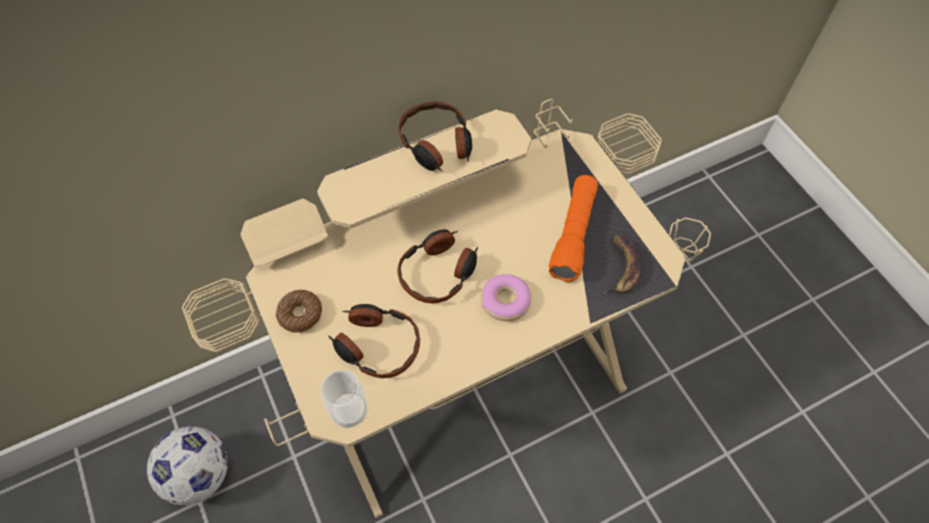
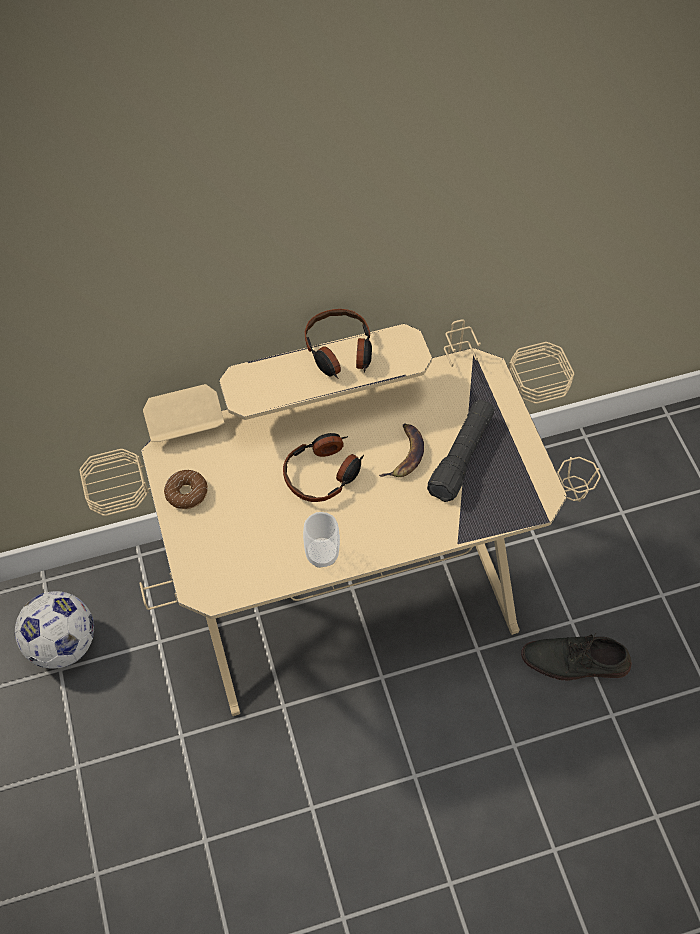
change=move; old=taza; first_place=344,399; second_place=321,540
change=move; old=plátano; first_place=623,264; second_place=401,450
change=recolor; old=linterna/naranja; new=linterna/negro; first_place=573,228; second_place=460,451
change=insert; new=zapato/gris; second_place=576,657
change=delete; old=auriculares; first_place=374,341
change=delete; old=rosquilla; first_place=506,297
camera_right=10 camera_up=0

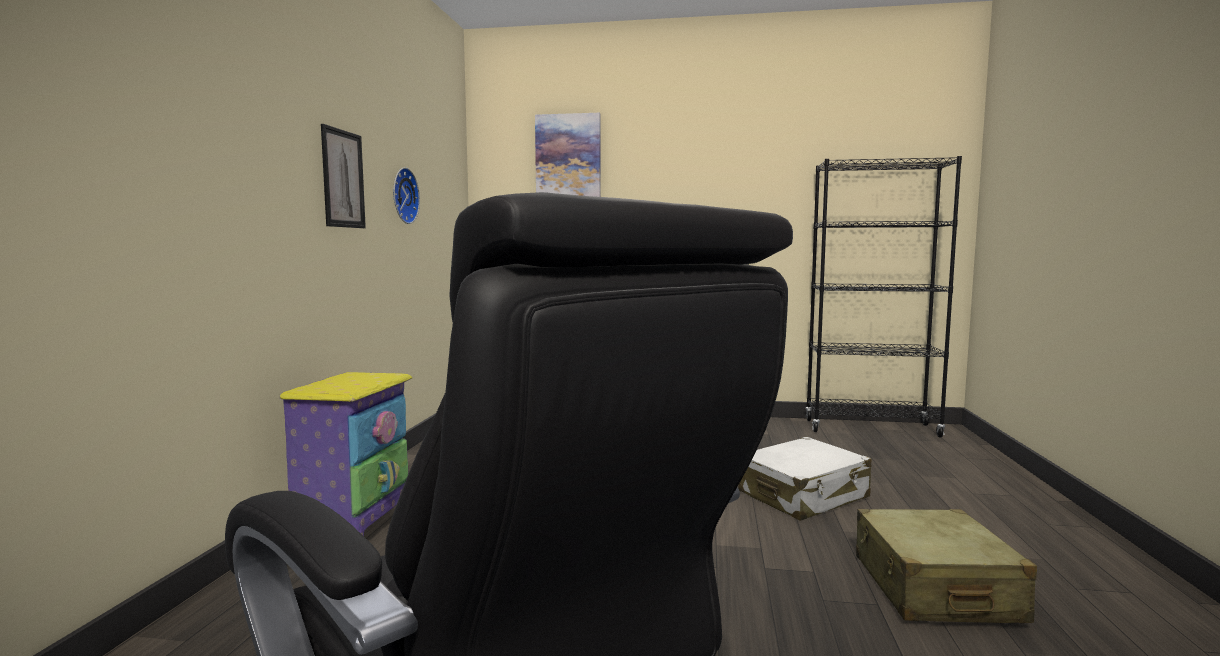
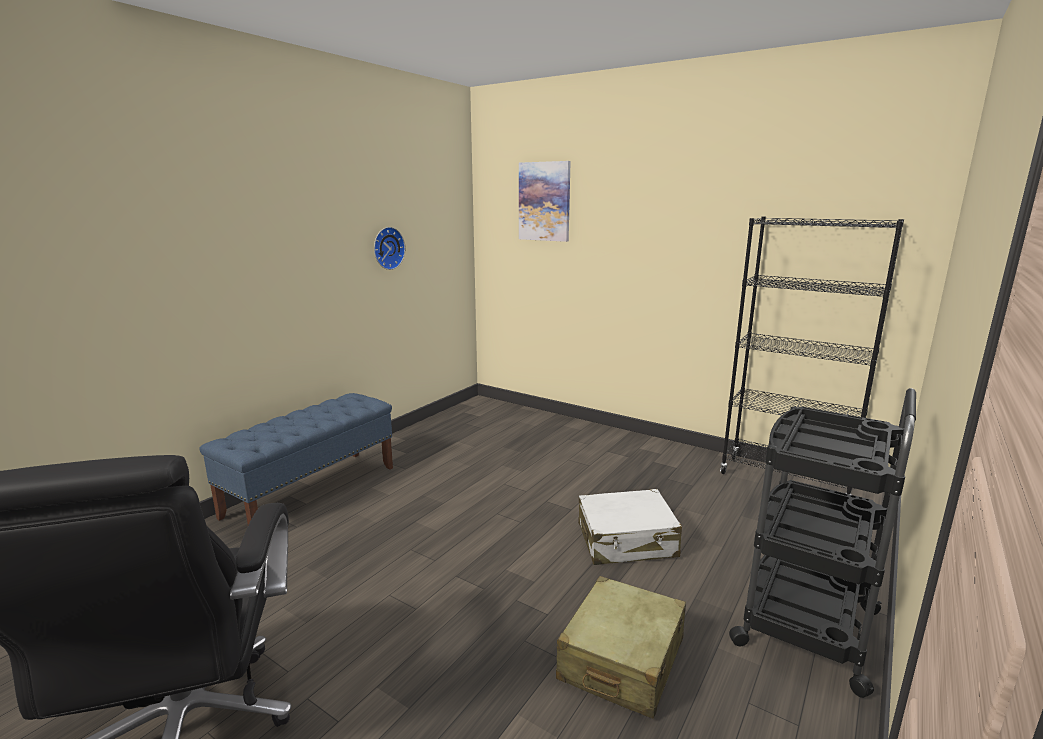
change=replace; old=mesita de noche; new=banco/azul; first_place=346,454; second_place=296,459
change=insert; new=carrito/negro; second_place=822,543
change=delete; old=cuadro; first_place=343,176
camera_right=25 camera_up=10

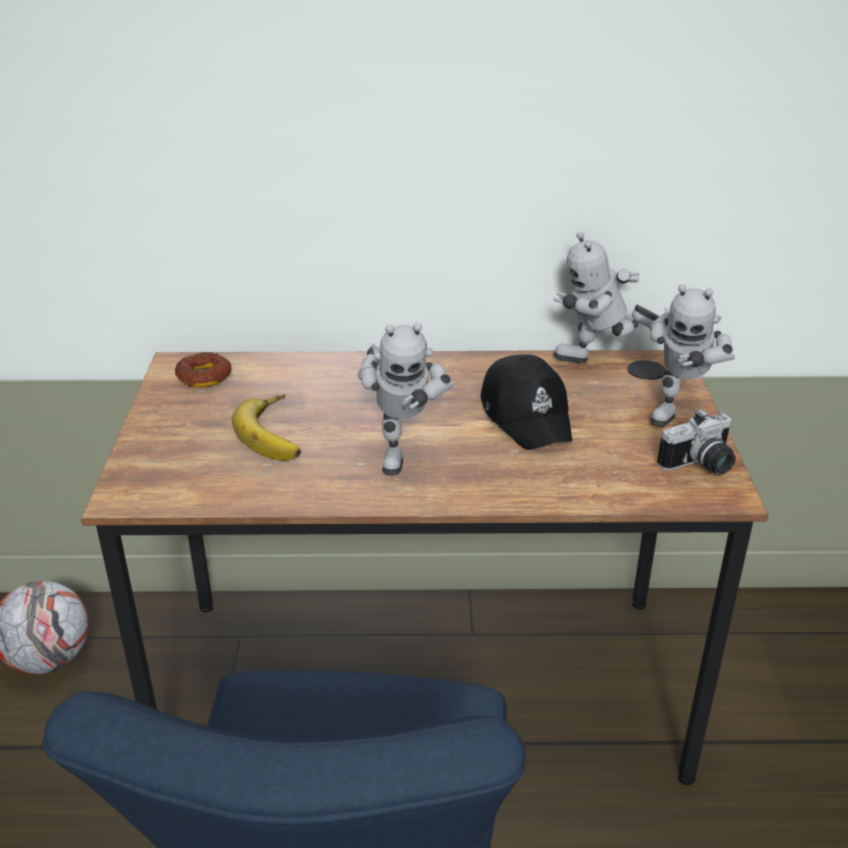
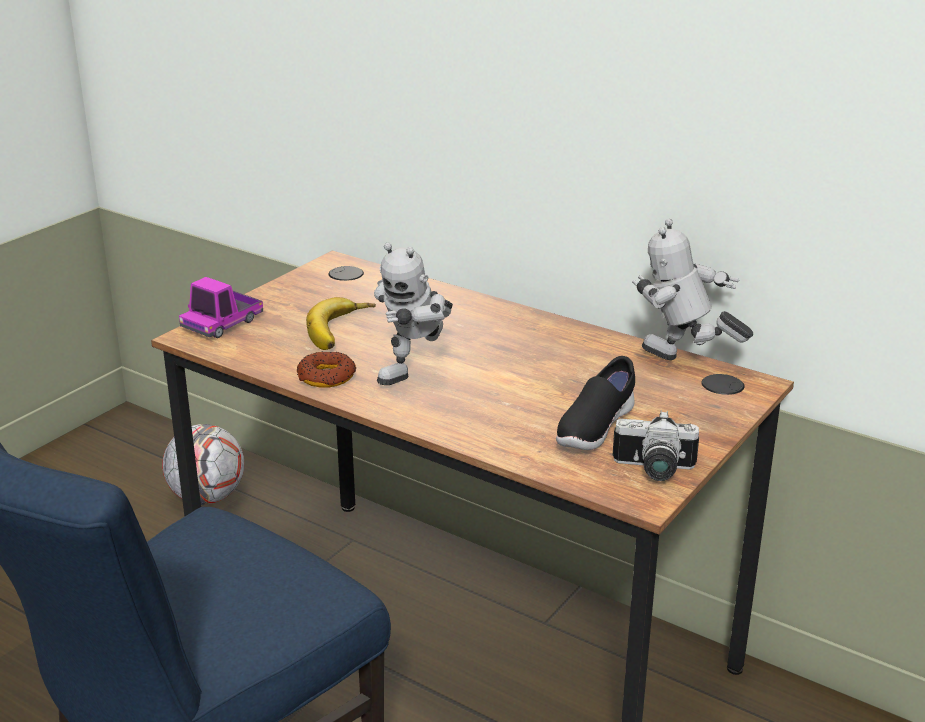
change=insert; new=camión de juguete; second_place=221,307
change=move; old=rosquilla; first_place=203,370; second_place=326,370
change=insert; new=zapato/negro; second_place=595,403
change=delete; old=gorra/negro; first_place=526,402
change=delete; old=robot de juguete; first_place=692,355
camera_right=35 camera_up=-5

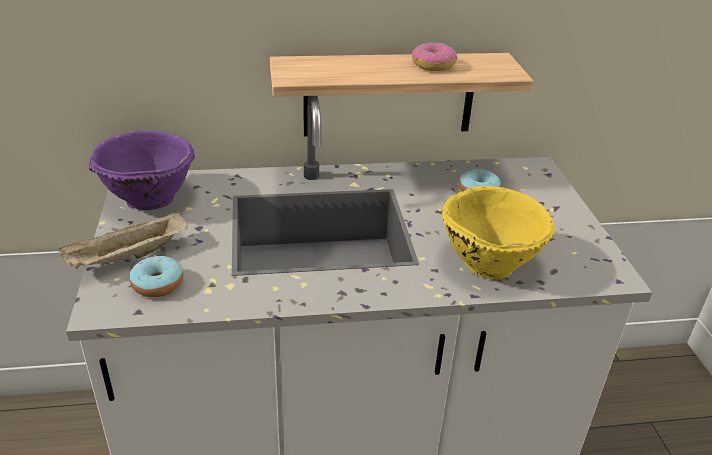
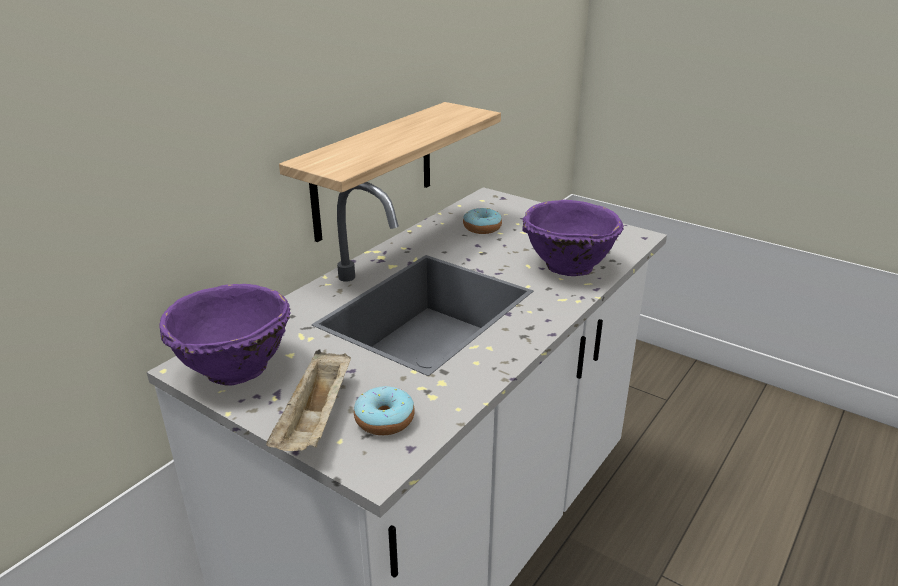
change=recolor; old=cuenco/amarillo; new=cuenco/morado; first_place=498,233; second_place=573,238
change=delete; old=rosquilla; first_place=434,56
camera_right=-45 camera_up=-5

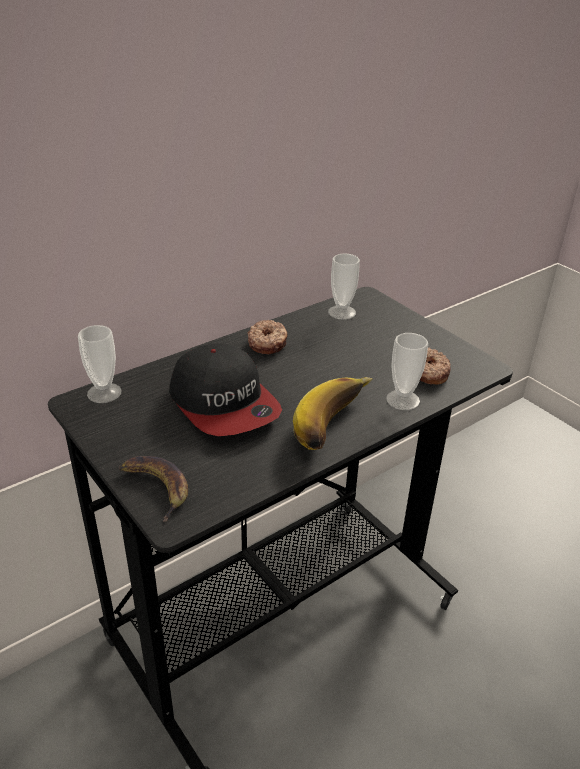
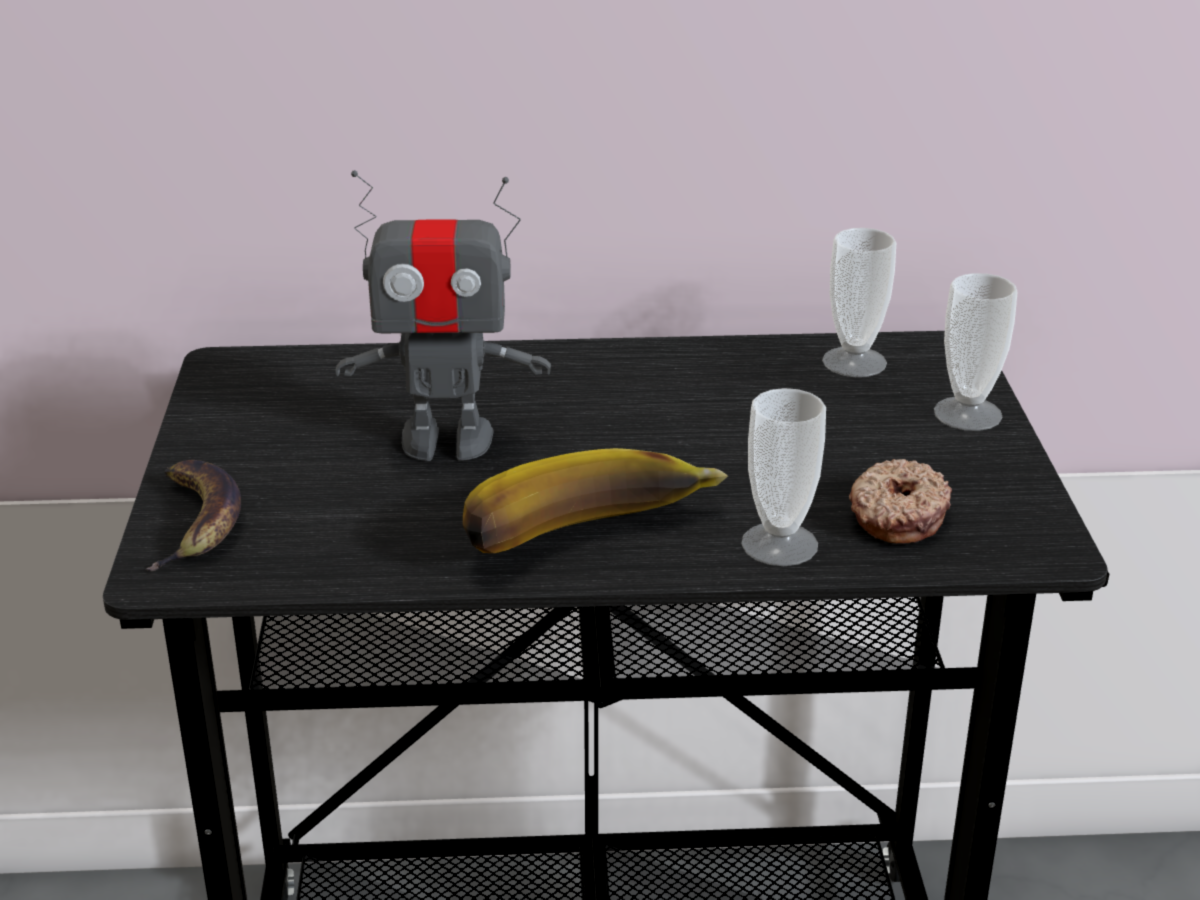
change=replace; old=gorra; new=robot de juguete; first_place=225,389; second_place=443,315
change=move; old=taza; first_place=100,364; second_place=976,352
change=delete; old=rosquilla; first_place=267,337
camera_right=35 camera_up=-5

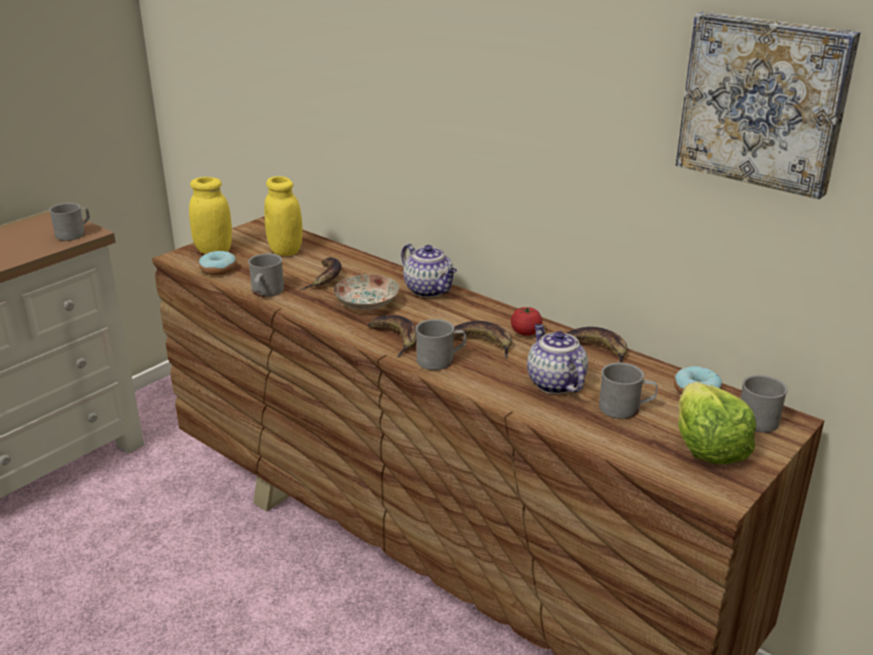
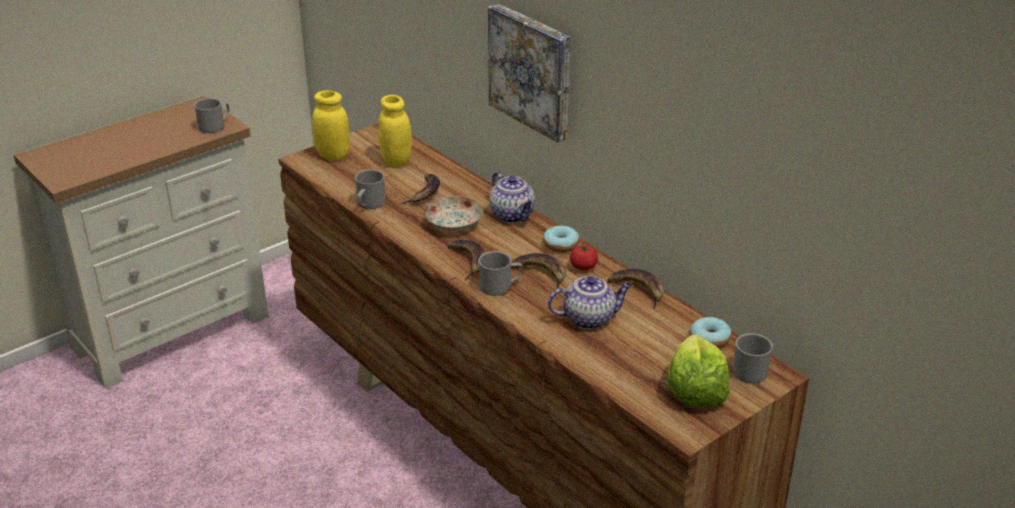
change=move; old=cuadro; first_place=768,105; second_place=529,73
change=move; old=rosquilla; first_place=218,262; second_place=561,238
change=rotate; old=tetera; first_place=557,359; second_place=590,302; degrees=90
change=delete; old=taza grande/gris; first_place=628,391
camera_right=10 camera_up=5

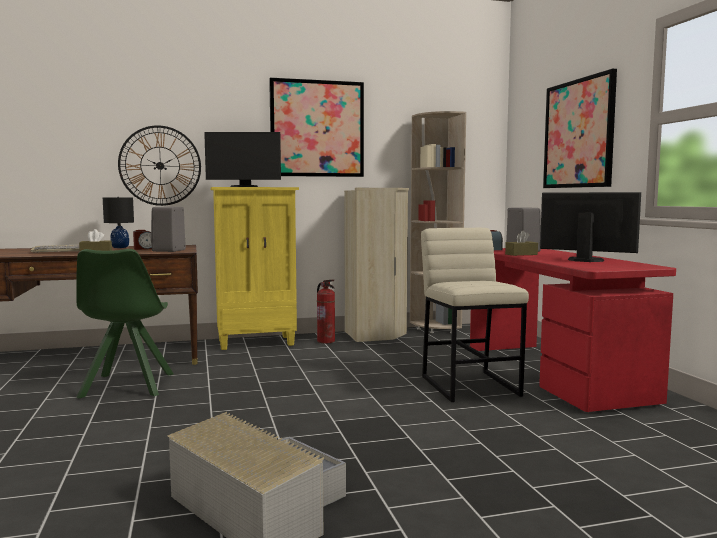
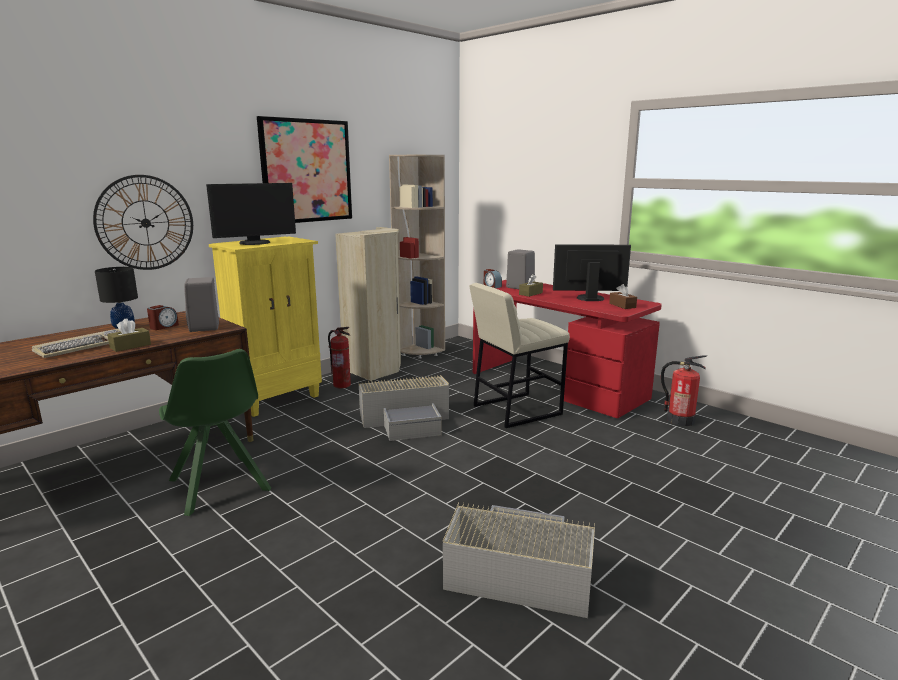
change=insert; new=caja de almacenaje/gris; second_place=404,408
change=rotate; old=silla/beis; first_place=475,315; second_place=520,355; degrees=-75
change=insert; new=caja de pañuelos/marrón; second_place=623,296
change=insert; new=extintor; second_place=684,390
change=delete; old=cuadro; first_place=580,128
camera_right=-30 camera_up=10

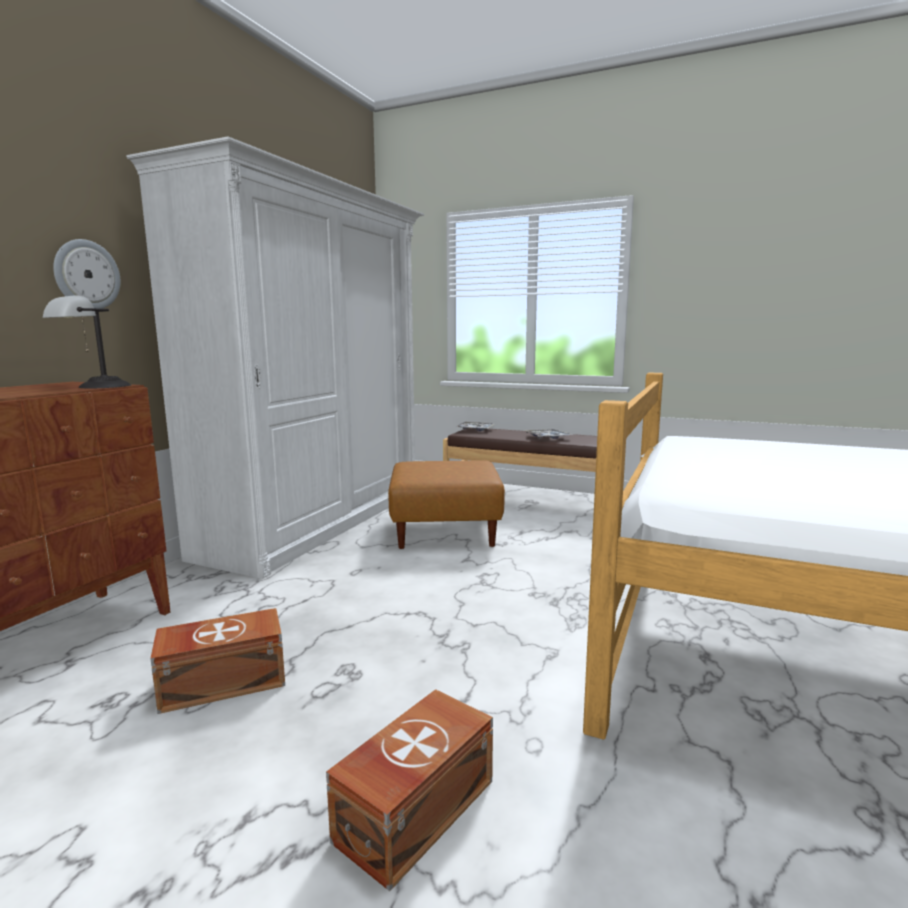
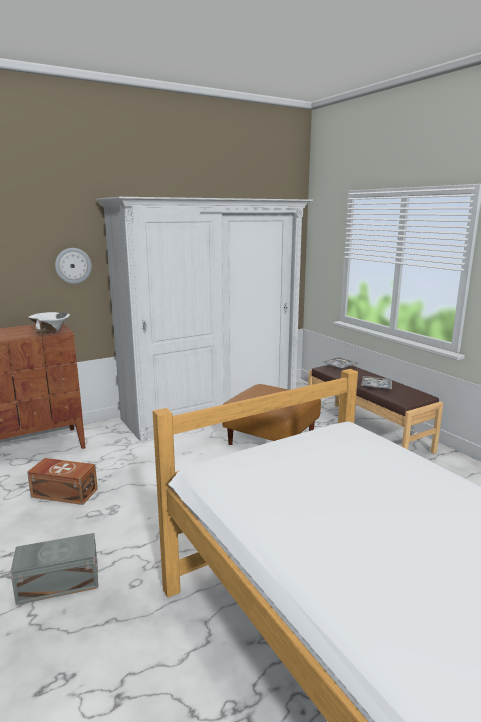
change=recolor; old=caja de almacenaje/marrón; new=caja de almacenaje/gris; first_place=409,790; second_place=54,569
change=replace; old=lámpara de mesa; new=cuenco/blanco; first_place=87,341; second_place=49,323
camera_right=35 camera_up=5

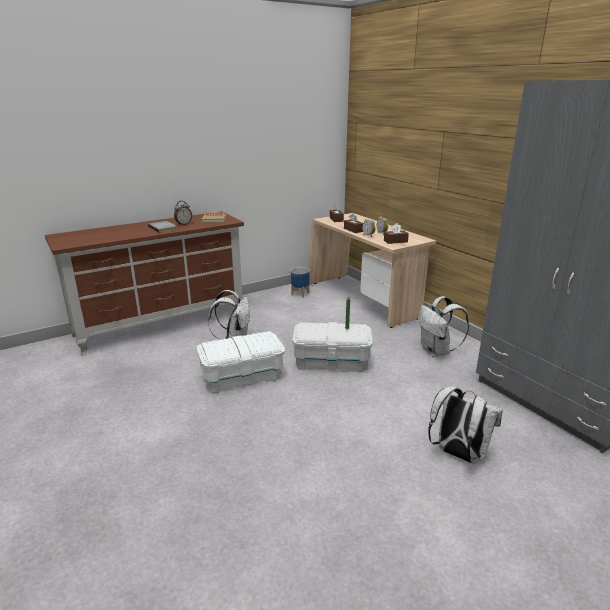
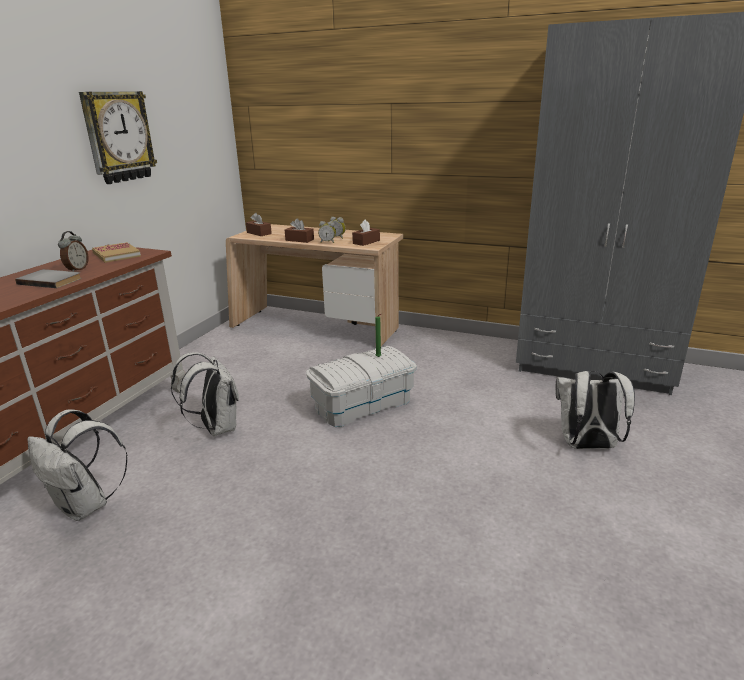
change=move; old=mochila/blanco; first_place=443,326; second_place=77,465
change=insert; new=reloj de pared; second_place=118,137
change=delete; old=caja de almacenaje/blanco; first_place=240,362
change=delete; old=maceta; first_place=300,282
camera_right=-35 camera_up=0

